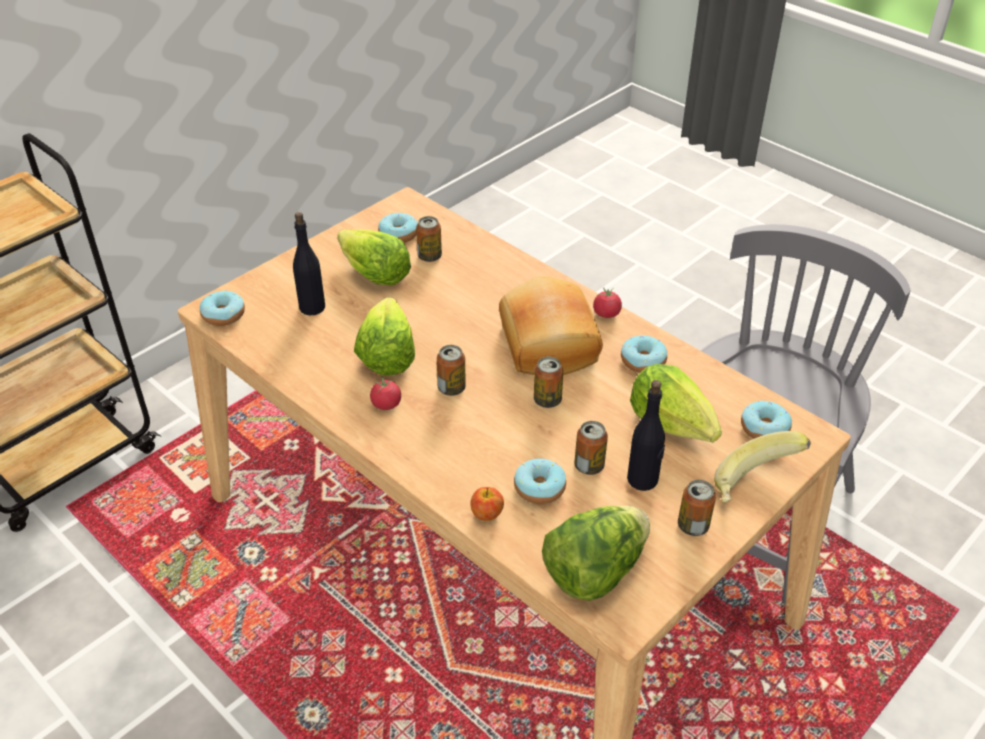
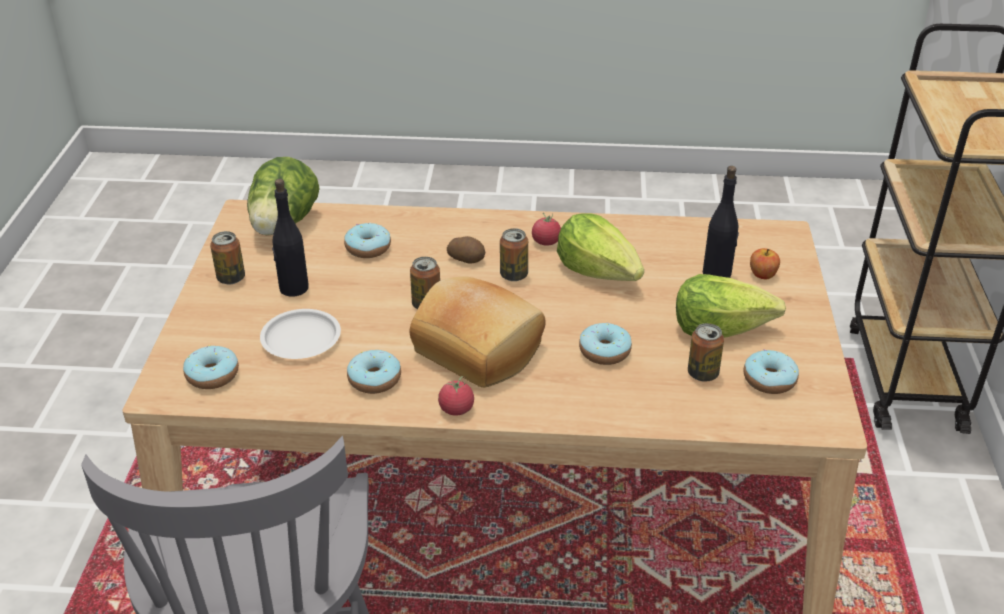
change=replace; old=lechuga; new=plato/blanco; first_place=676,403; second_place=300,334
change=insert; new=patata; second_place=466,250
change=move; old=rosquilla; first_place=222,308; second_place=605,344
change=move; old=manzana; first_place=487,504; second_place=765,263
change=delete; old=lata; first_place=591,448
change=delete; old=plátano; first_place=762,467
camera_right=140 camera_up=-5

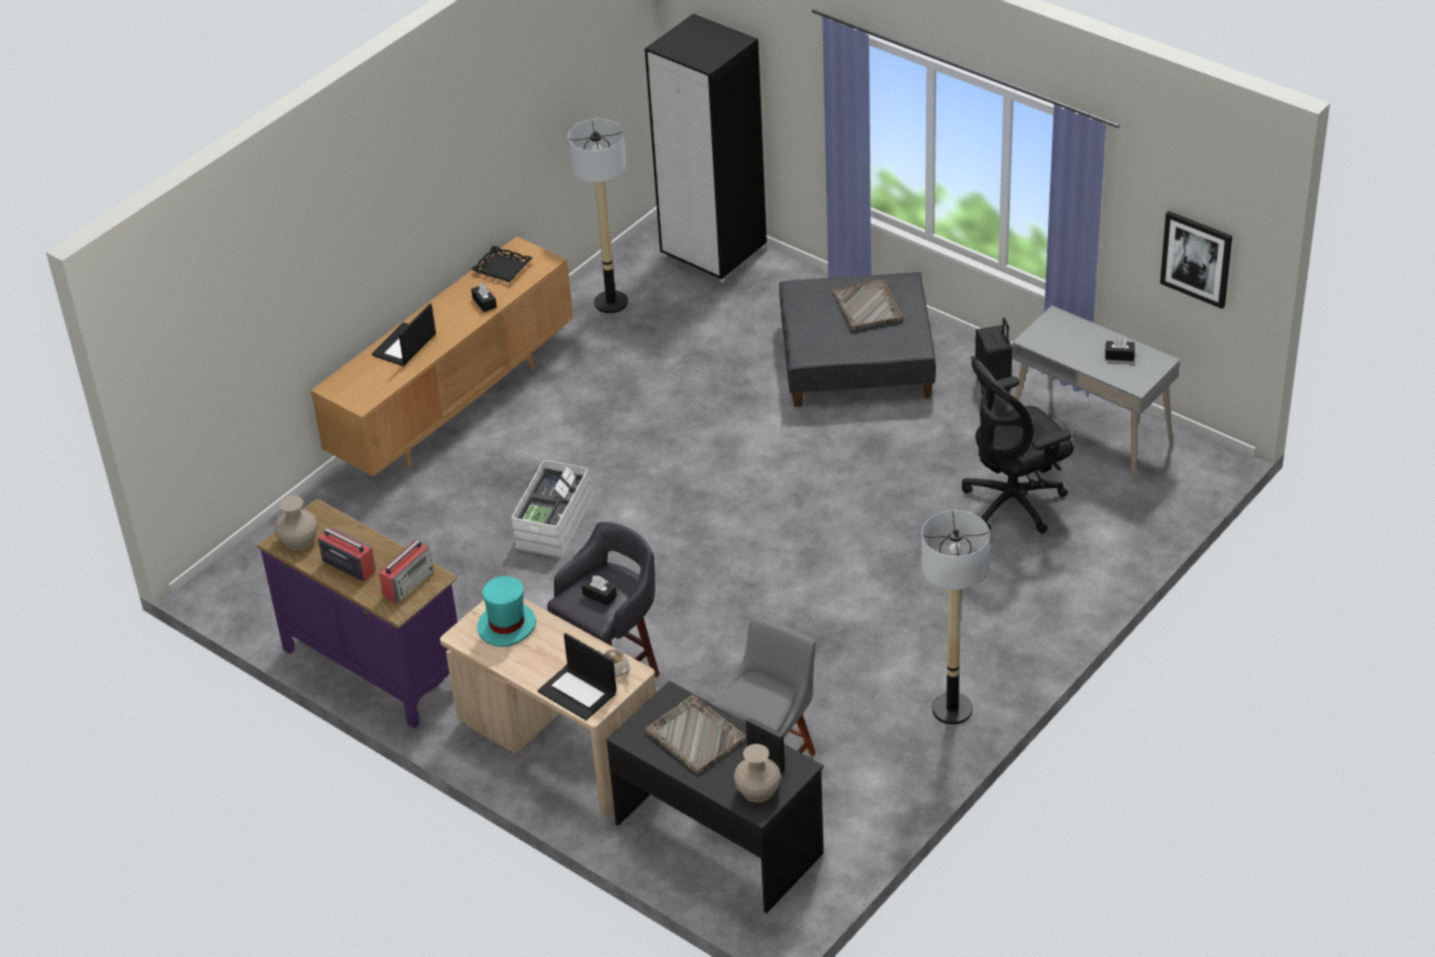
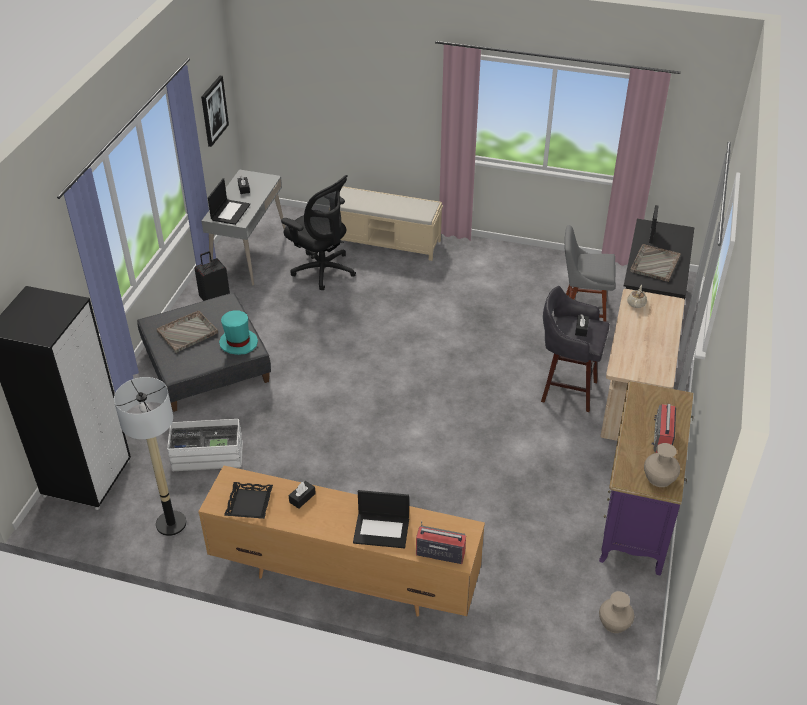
change=move; old=caja de almacenaje/blanco; first_place=551,508; second_place=205,445
change=move; old=portátil; first_place=577,676; second_place=229,201
change=move; old=sombrero/turquesa; first_place=506,611; second_place=238,332
change=insert; new=banco/beis; second_place=391,223
change=move; old=radio; first_place=406,571; second_place=441,542
change=move; old=florero/beis; first_place=757,773; second_place=616,612
change=delete; old=lámpara de pie; first_place=956,617
camera_right=-115 camera_up=0

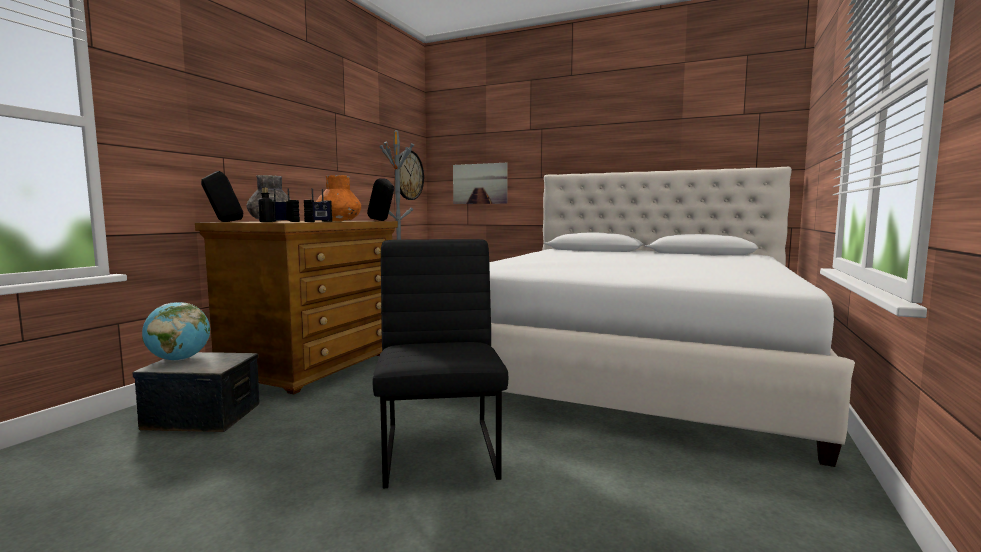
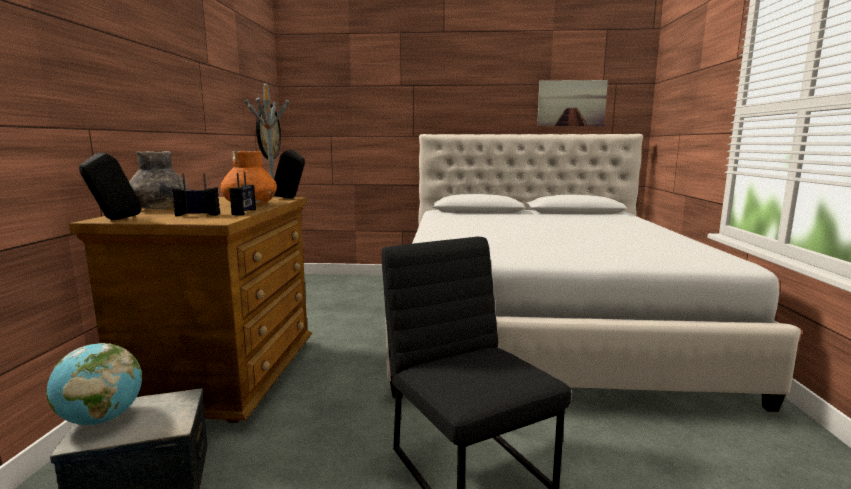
change=move; old=cuadro; first_place=480,183; second_place=572,103
change=delete; old=botella; first_place=266,204
camera_right=-20 camera_up=5

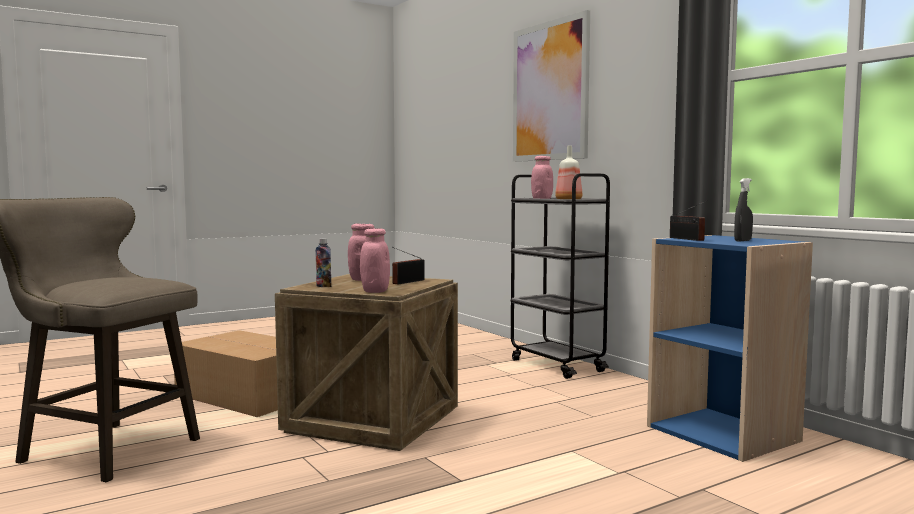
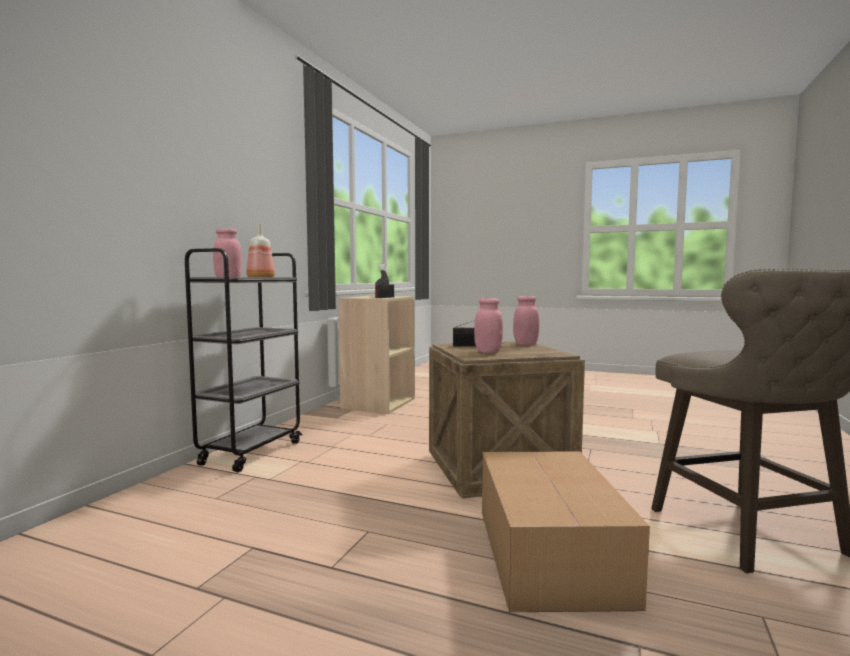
change=recolor; old=estantería/azul; new=estantería/beis; first_place=730,348; second_place=376,355
change=delete; old=botella; first_place=323,262
change=delete; old=cuadro; first_place=551,86
camera_right=-125 camera_up=0

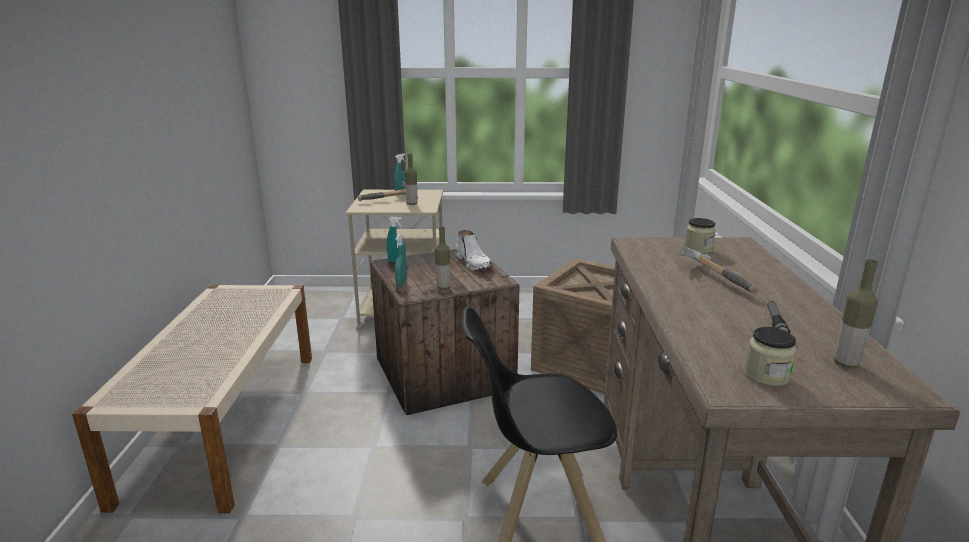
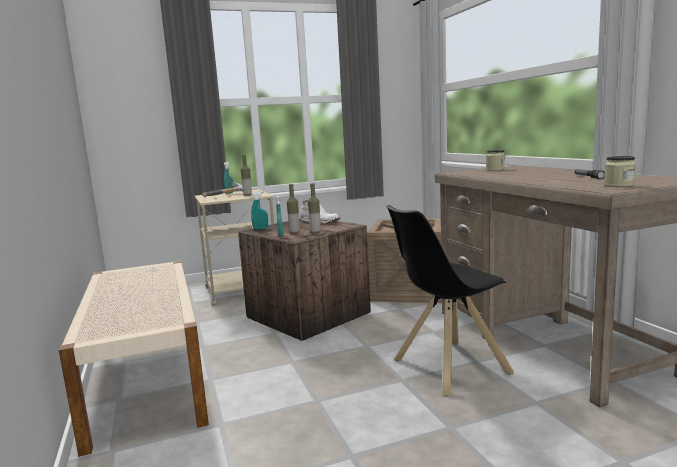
change=move; old=botella; first_place=856,314; second_place=293,209
change=delete; old=martillo; first_place=719,270
camera_right=-20 camera_up=-10

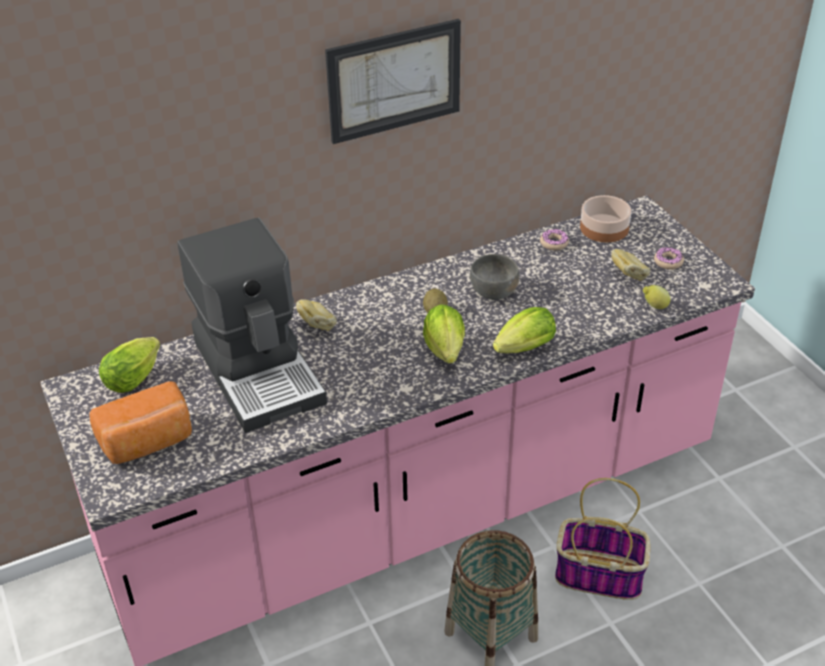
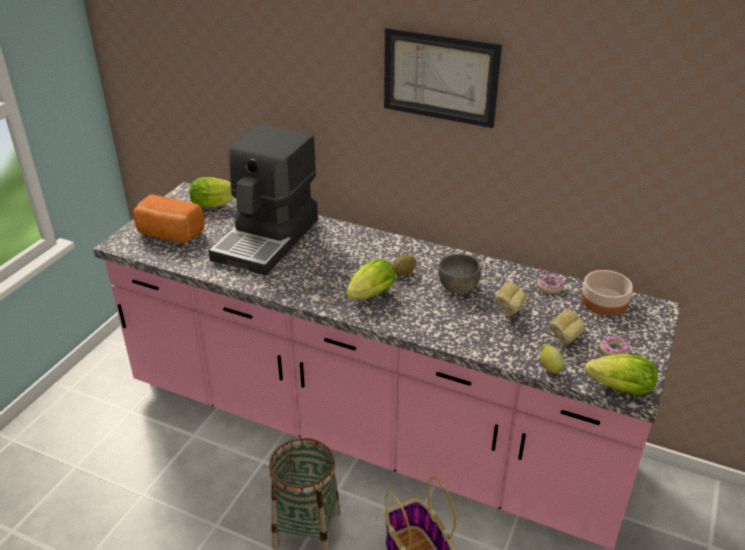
change=move; old=pan; first_place=316,315; second_place=510,298
change=move; old=lechuga; first_place=524,330; second_place=621,374
camera_right=50 camera_up=-5

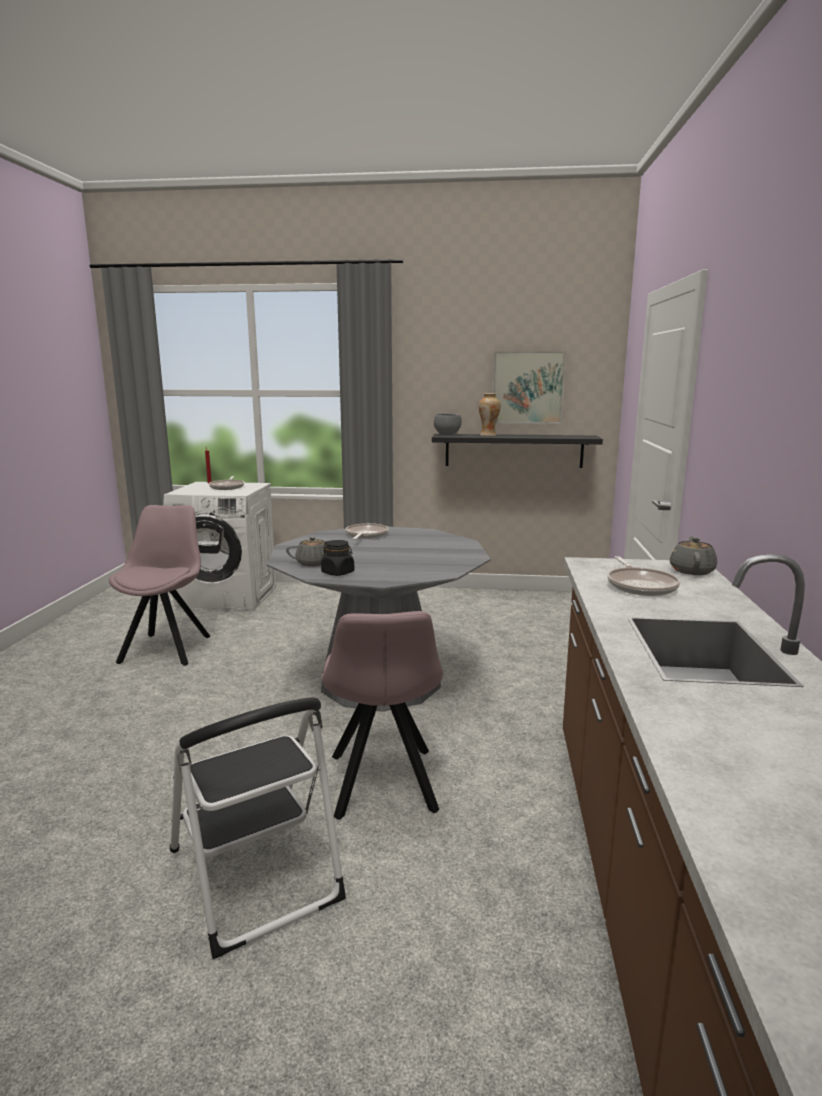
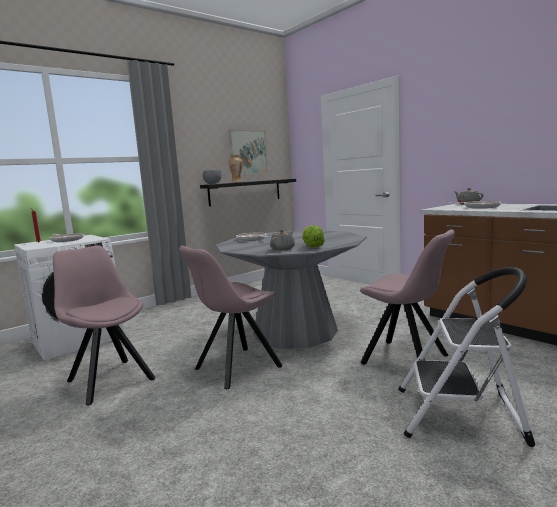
change=insert; new=silla/rosa; second_place=230,317
change=replace; old=tarro/negro; new=lechuga; first_place=337,558; second_place=313,236
camera_right=-45 camera_up=-5

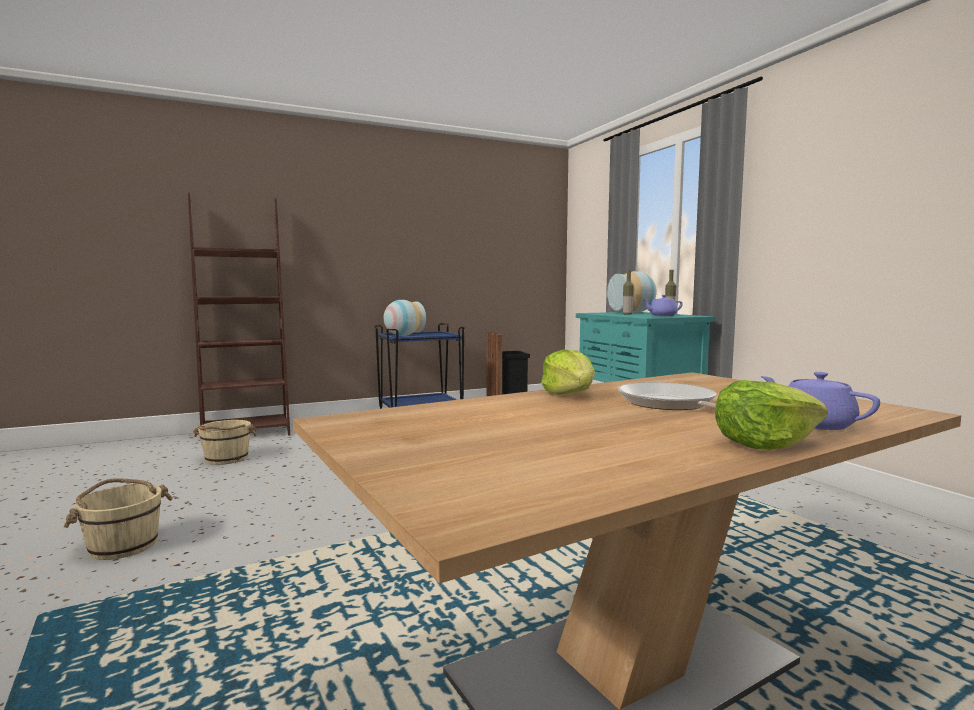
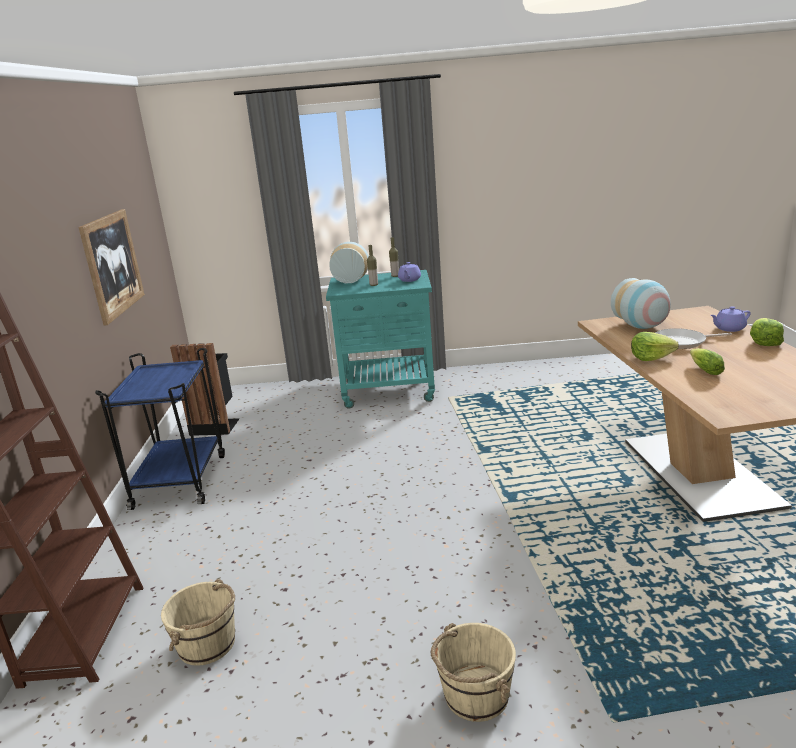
change=insert; new=cuadro; second_place=111,267
change=move; old=florero; first_place=405,318; second_place=641,303
change=insert; new=lechuga; second_place=707,361
camera_right=-65 camera_up=15

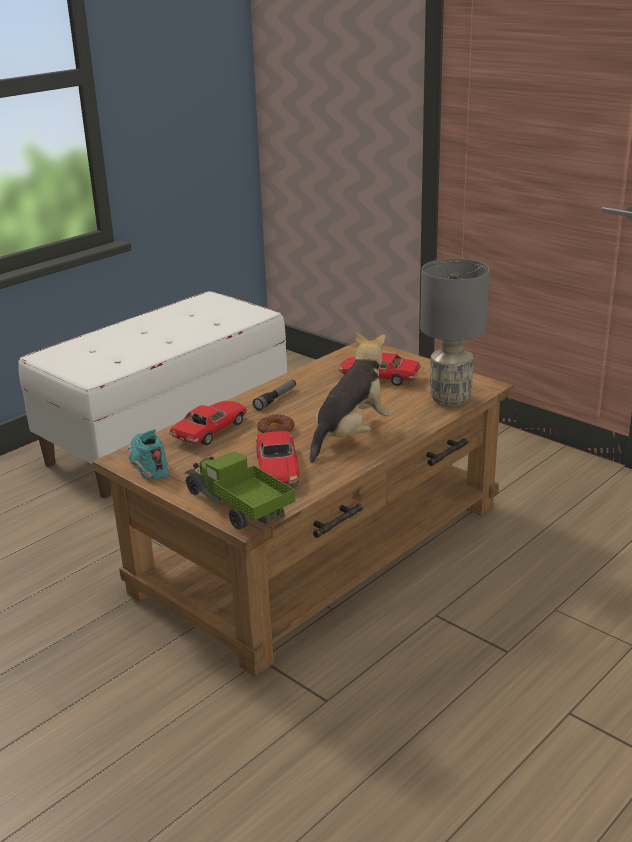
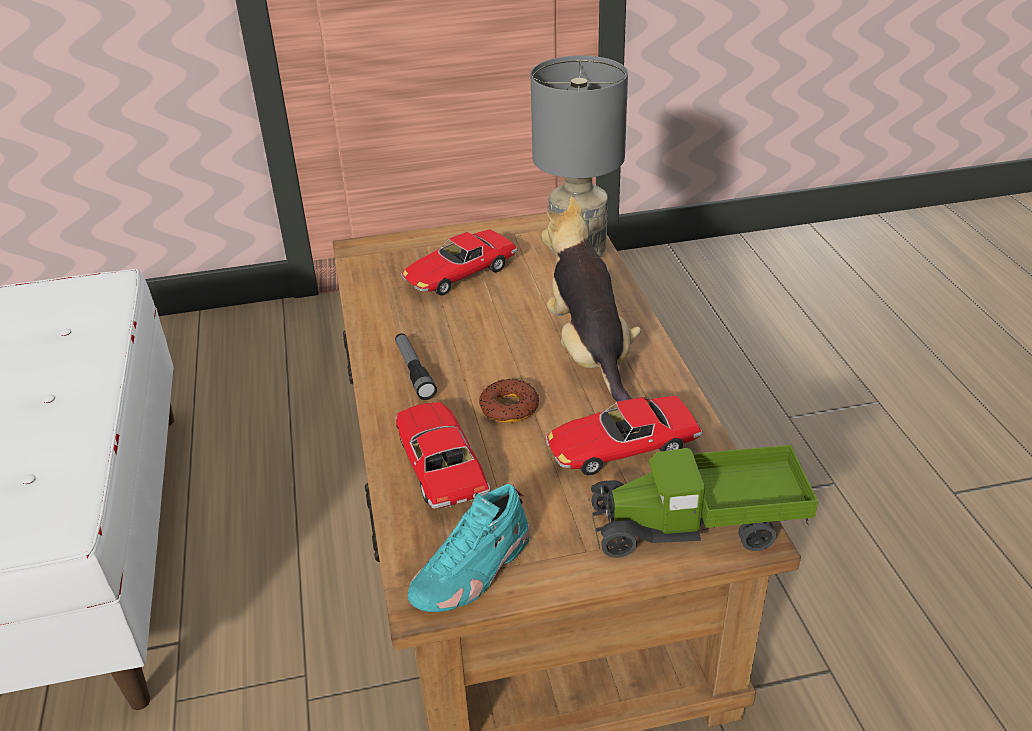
change=rotate; old=zapato/turquesa; first_place=148,455; second_place=469,548; degrees=-60
change=rotate; old=coche de juguete; first_place=277,457; second_place=624,435; degrees=135
camera_right=-55 camera_up=10

